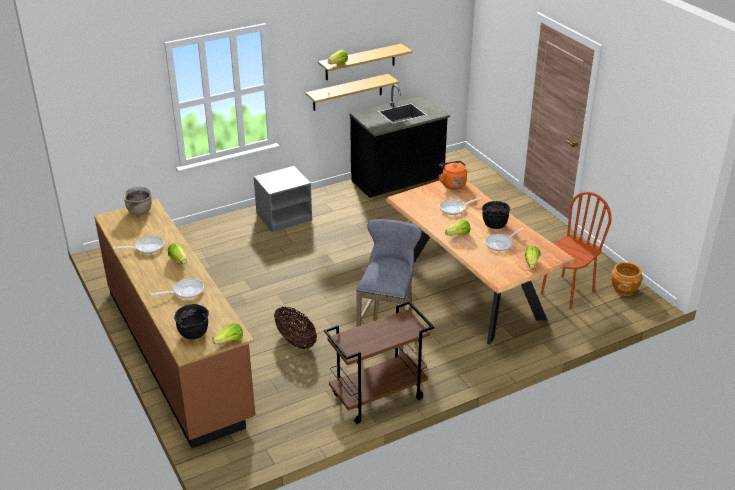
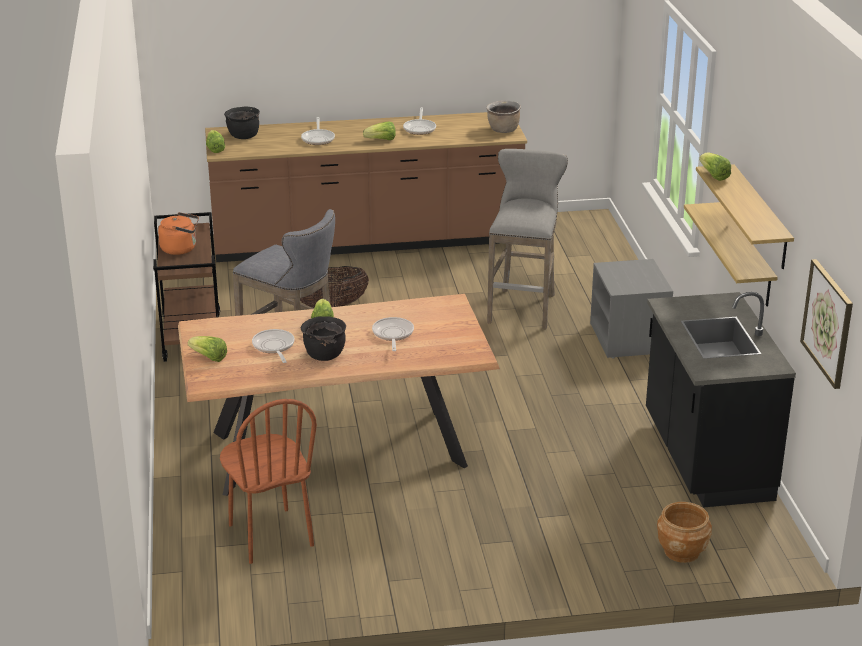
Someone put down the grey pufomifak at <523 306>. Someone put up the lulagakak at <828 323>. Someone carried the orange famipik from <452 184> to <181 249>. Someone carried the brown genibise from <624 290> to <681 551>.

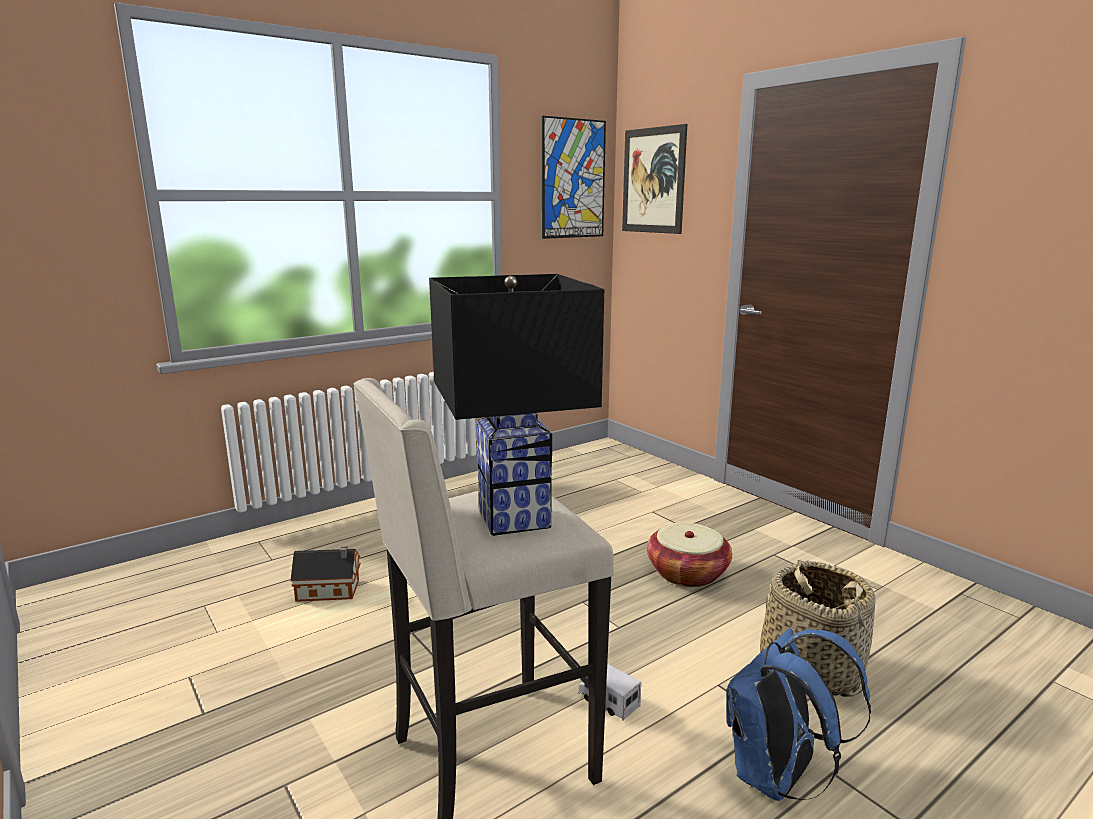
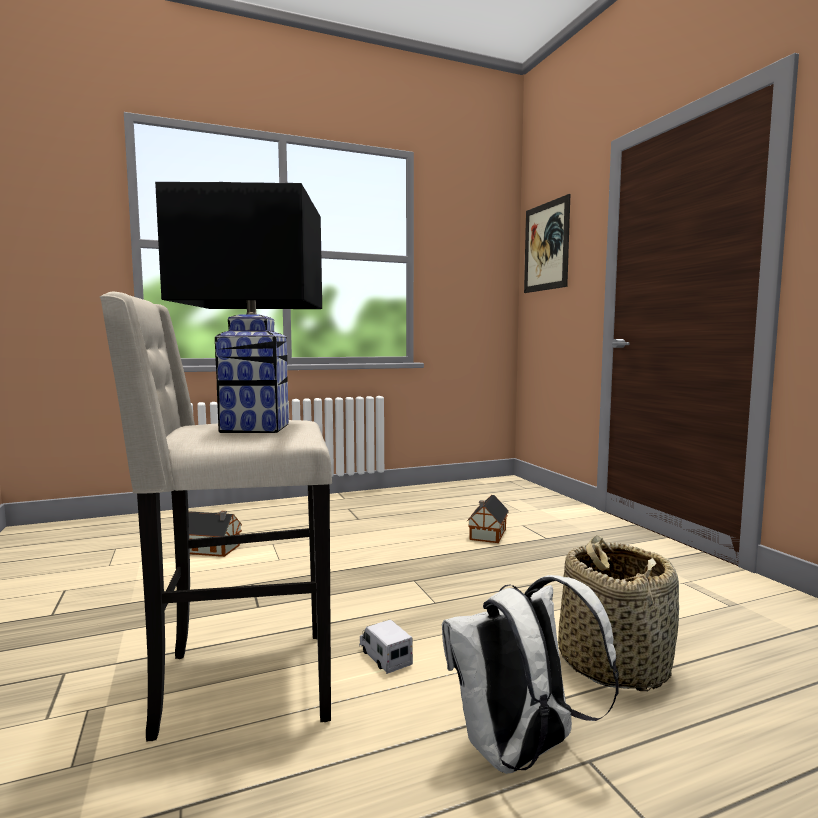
Someone took away the lulagakak at <573 179>. Someone took away the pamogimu at <687 573>. Someone put down the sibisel at <487 534>. Someone repainted the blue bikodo at <777 778>, which became the white bikodo at <520 753>.

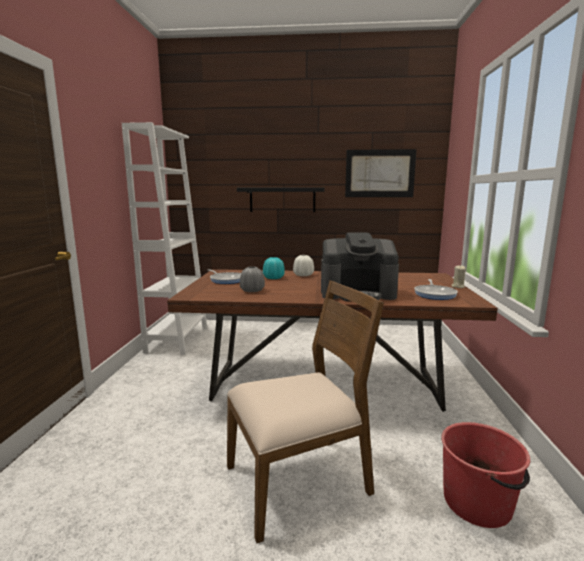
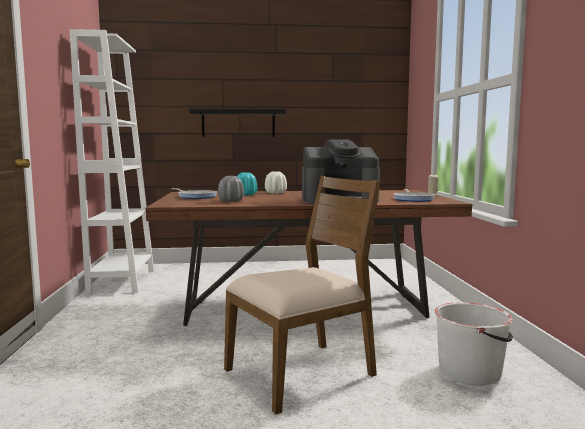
Someone took away the lulagakak at <379 173>. Someone repainted the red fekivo at <478 503>, which became the white fekivo at <470 372>.

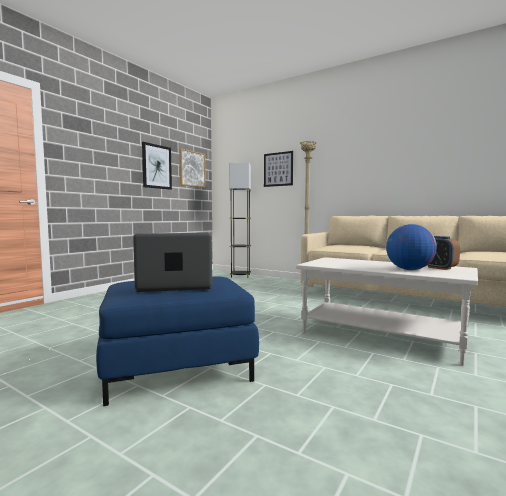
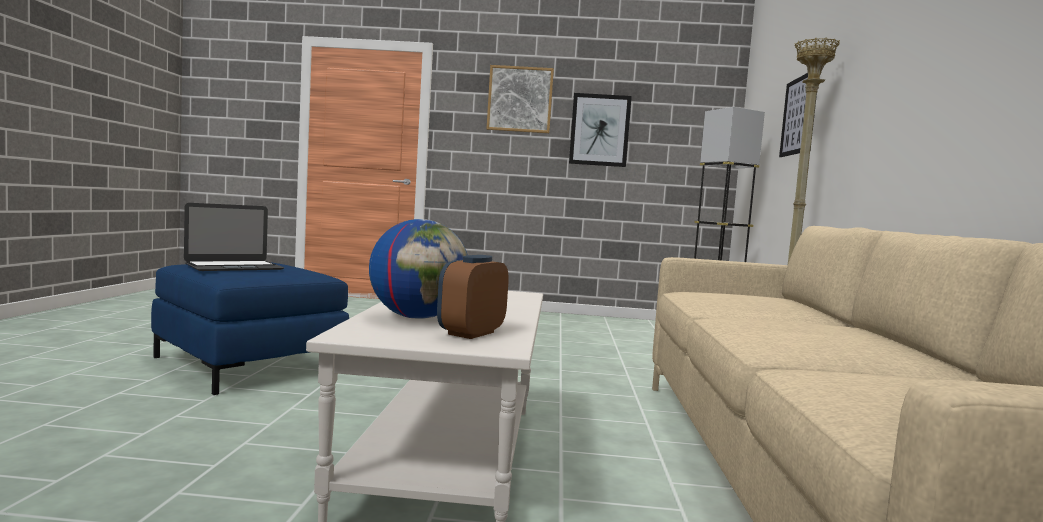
Someone carried the lulagakak from <192 169> to <520 99>. Someone rotated the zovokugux at <175 286> by 90 degrees clockwise.

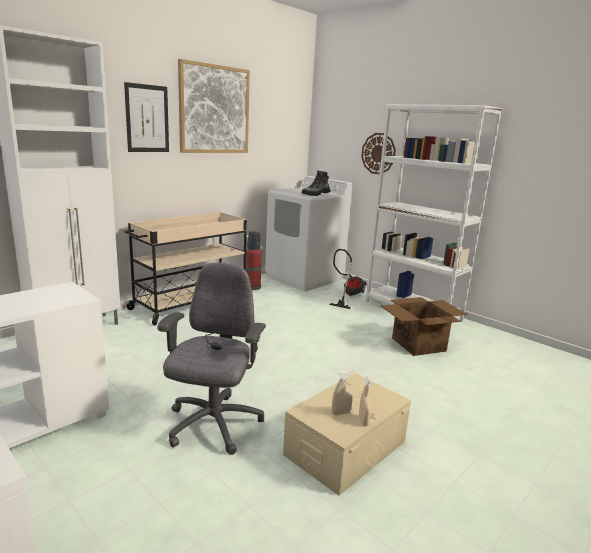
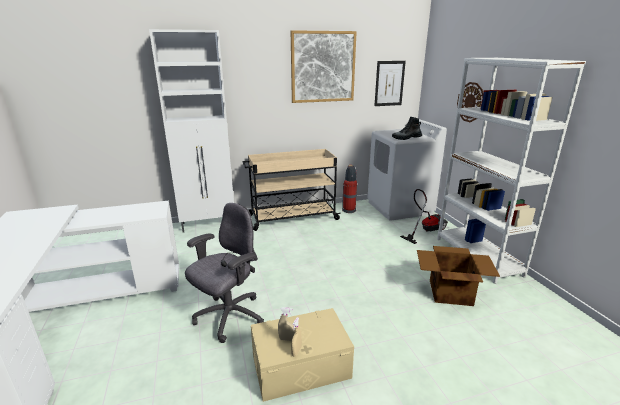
Someone carried the lulagakak from <147 118> to <389 83>.

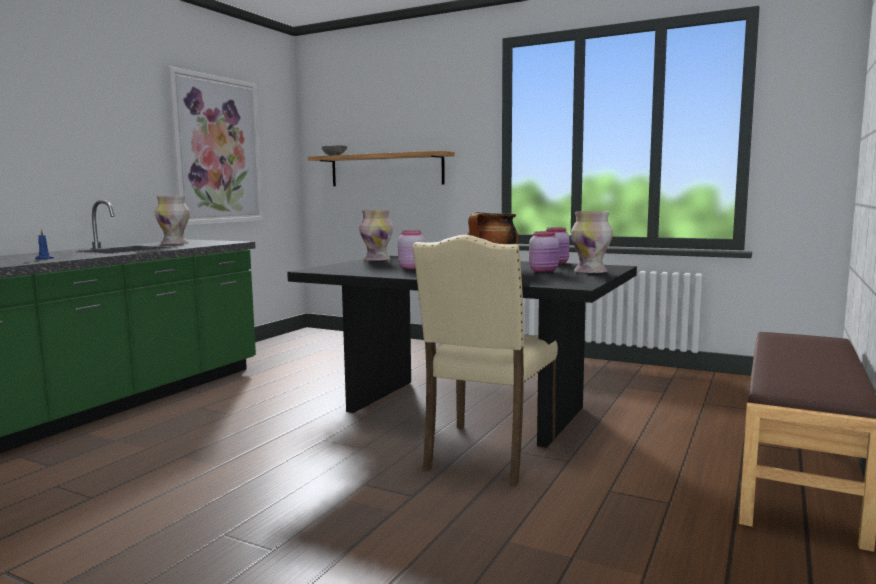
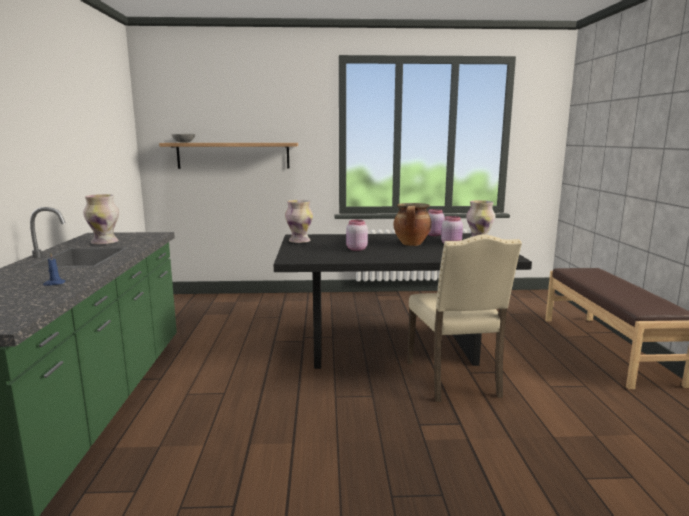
Someone took away the lulagakak at <217 150>.

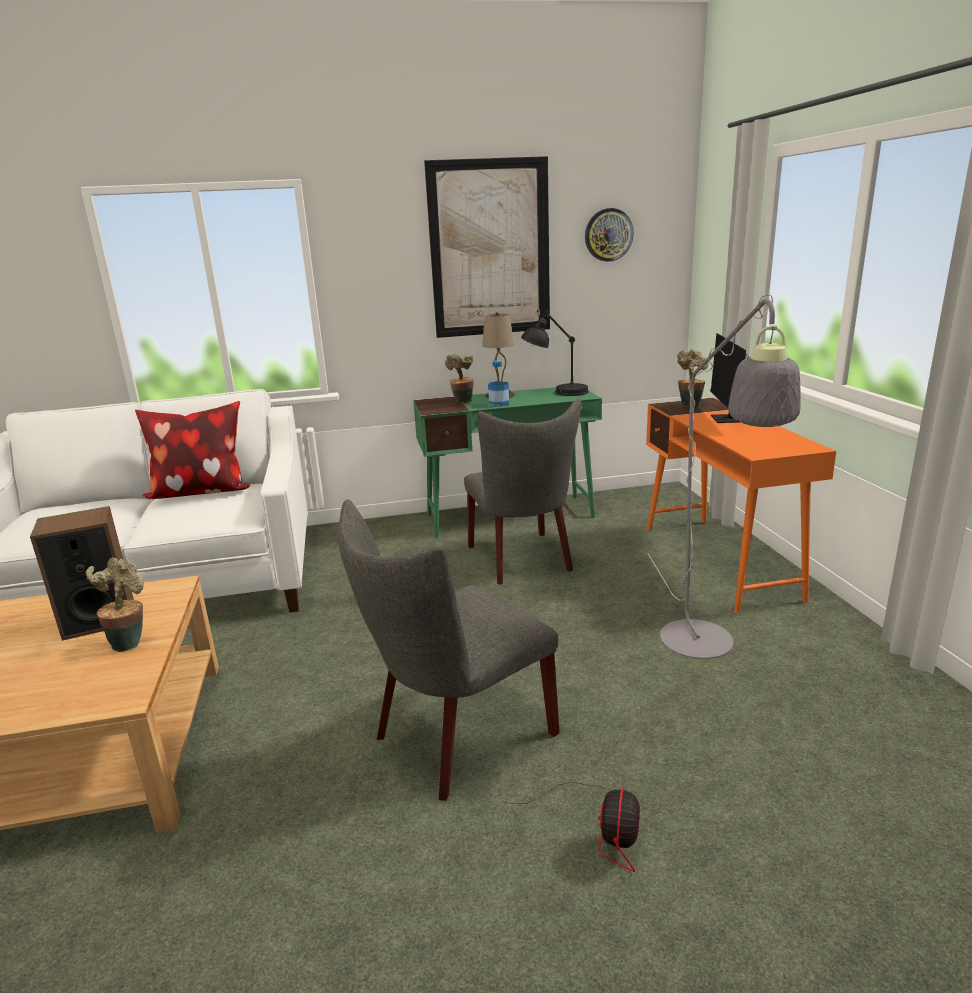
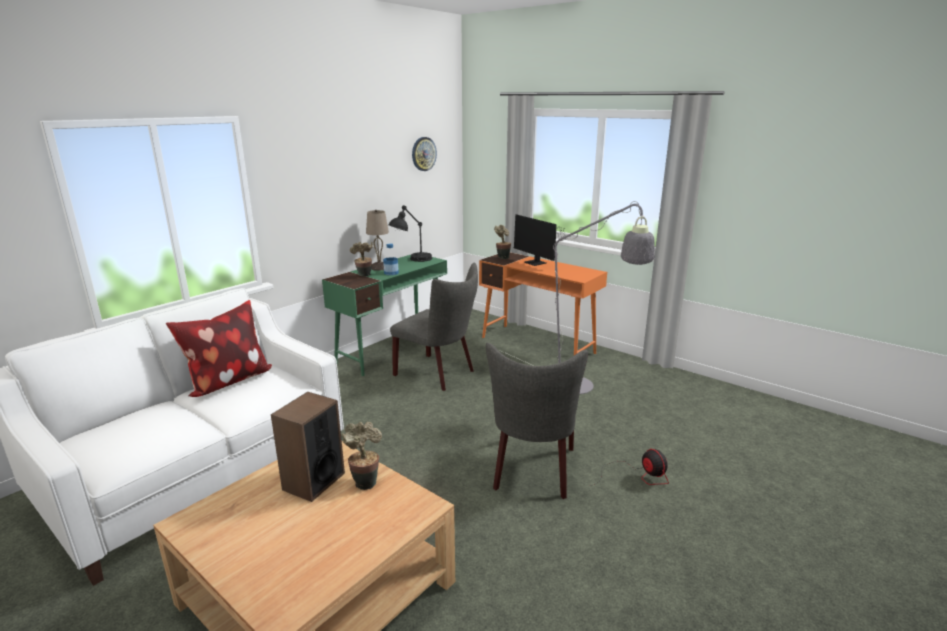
Someone took away the lulagakak at <490 249>.

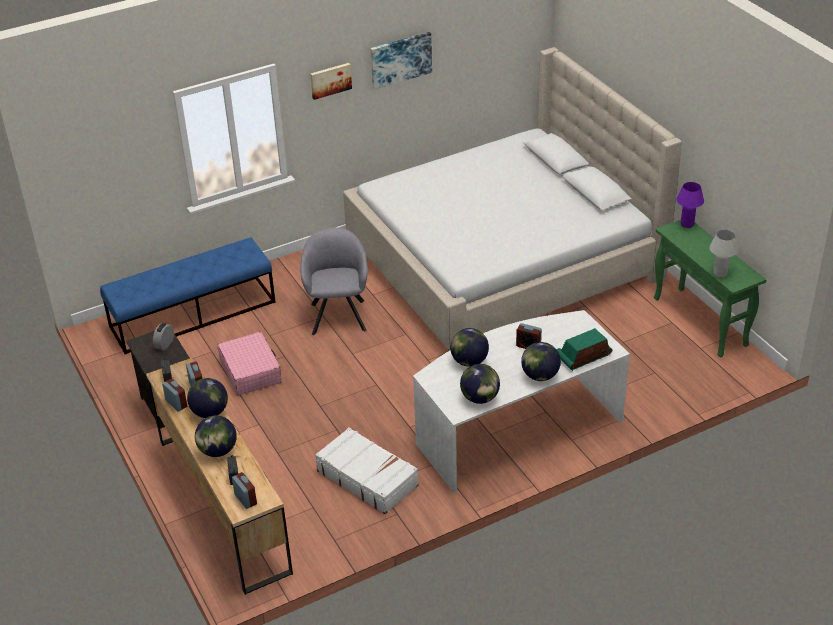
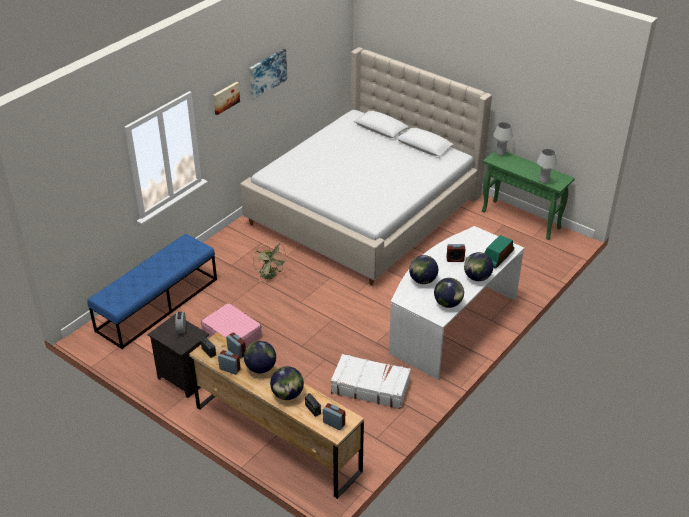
Someone swapped the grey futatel at <338 314> for the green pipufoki at <271 276>. Someone repainted the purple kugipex at <687 224>, which became the white kugipex at <500 153>.

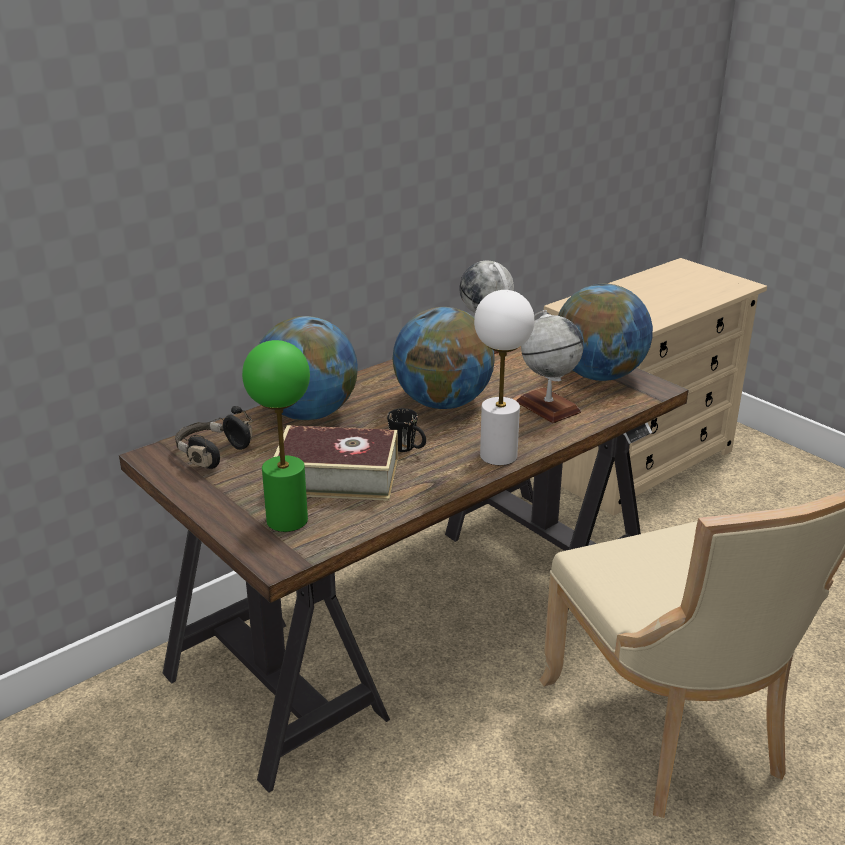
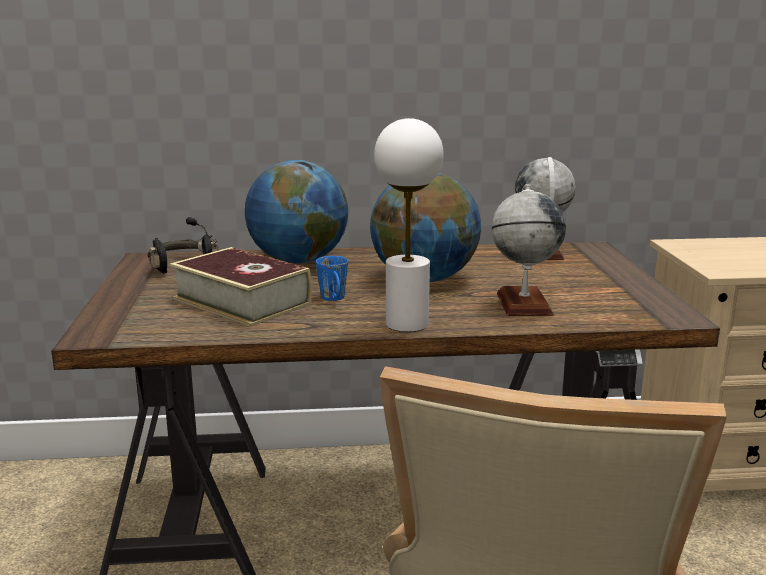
Someone took away the green kugipex at <286 520>. Someone took away the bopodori at <599 375>. Someone repainted the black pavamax at <408 449>, which became the blue pavamax at <334 299>.

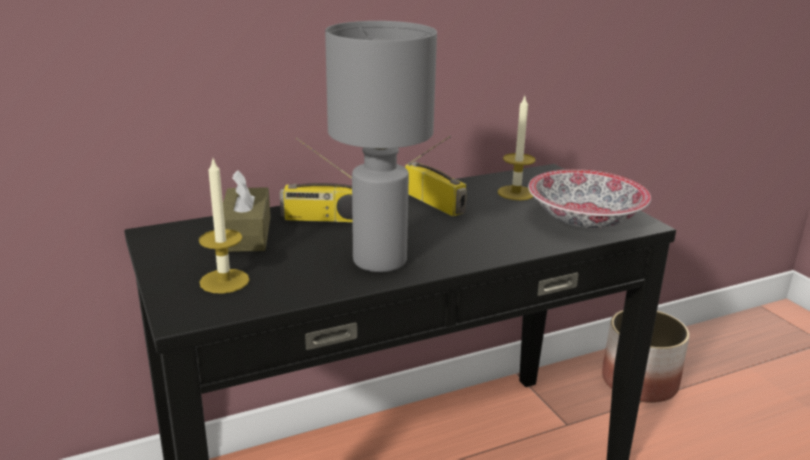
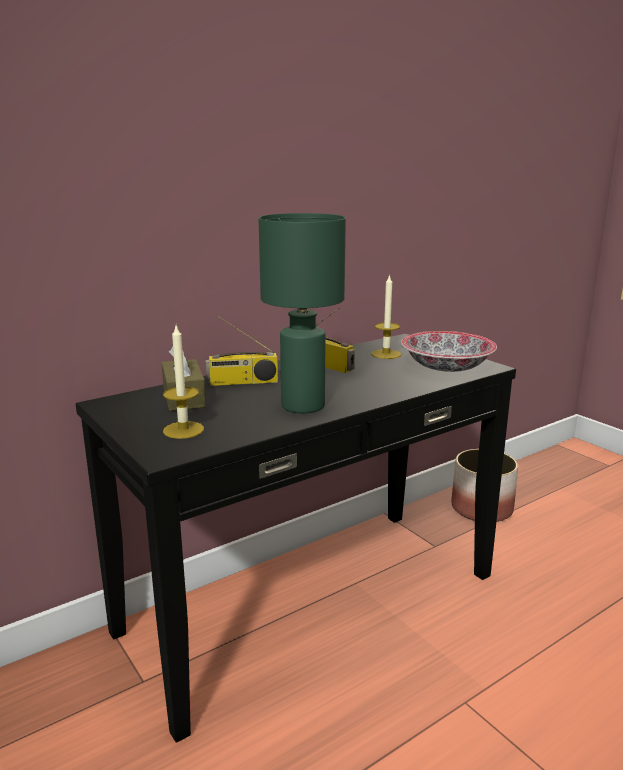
Someone repainted the grey kugipex at <379 261>, which became the green kugipex at <302 406>.

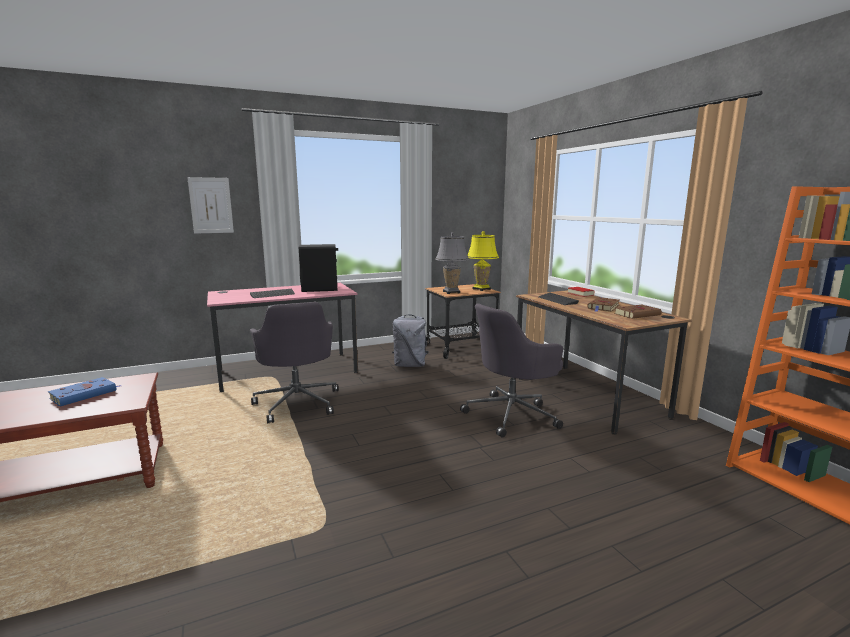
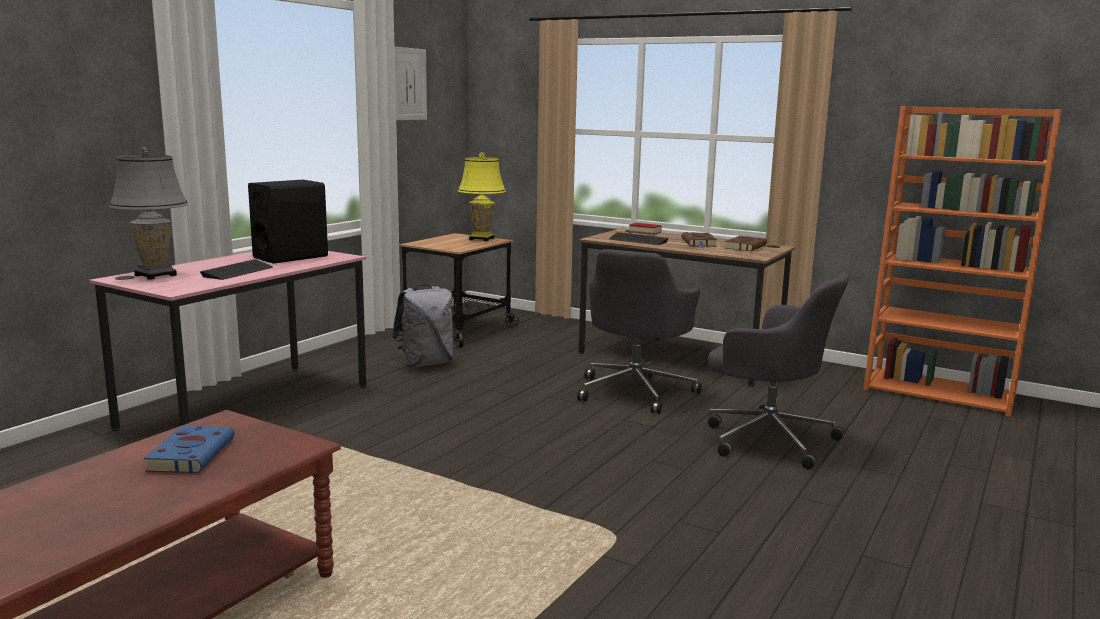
Someone carried the lulagakak from <211 205> to <410 84>. Someone carried the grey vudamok from <298 403> to <767 438>. Someone carried the grey kugipex from <451 292> to <155 275>.

